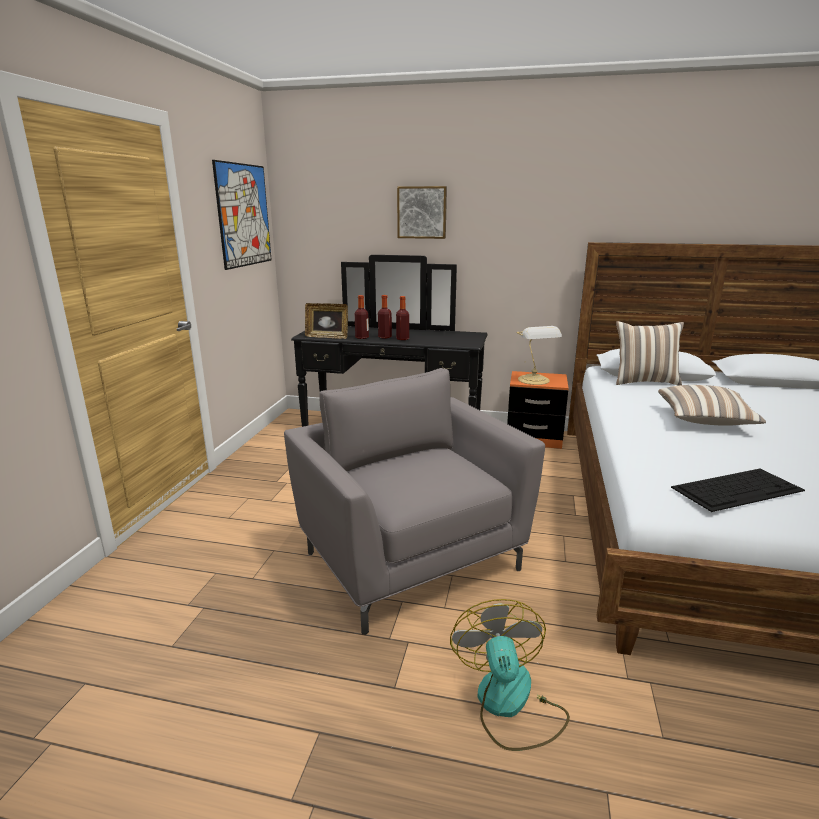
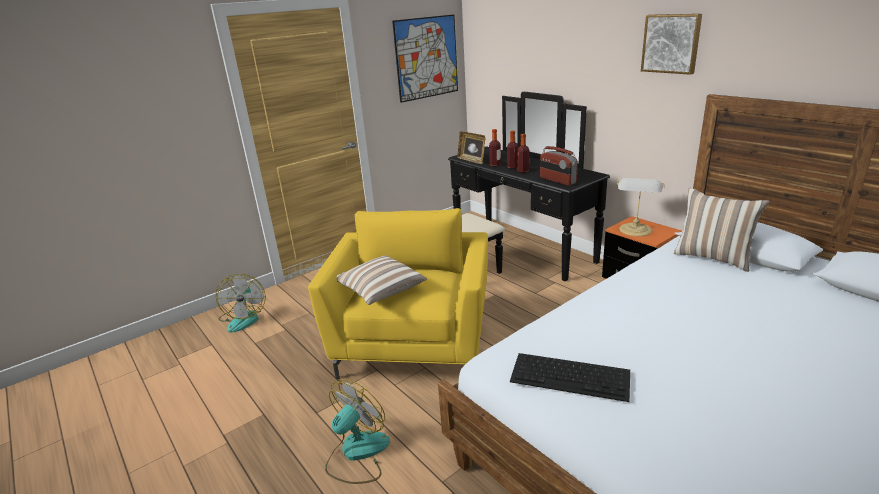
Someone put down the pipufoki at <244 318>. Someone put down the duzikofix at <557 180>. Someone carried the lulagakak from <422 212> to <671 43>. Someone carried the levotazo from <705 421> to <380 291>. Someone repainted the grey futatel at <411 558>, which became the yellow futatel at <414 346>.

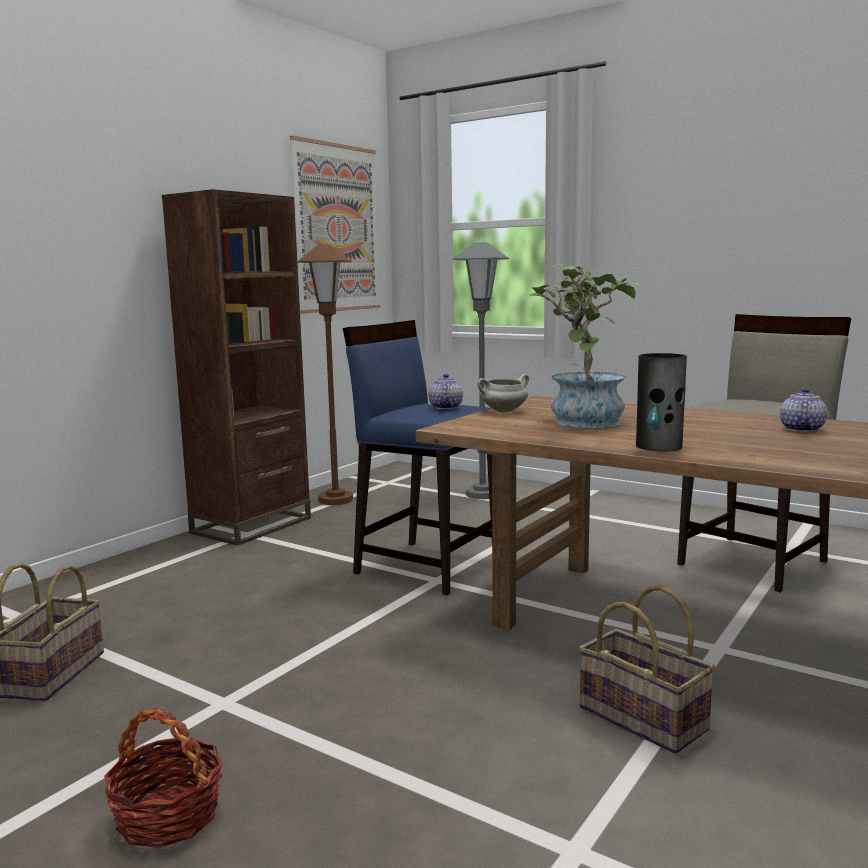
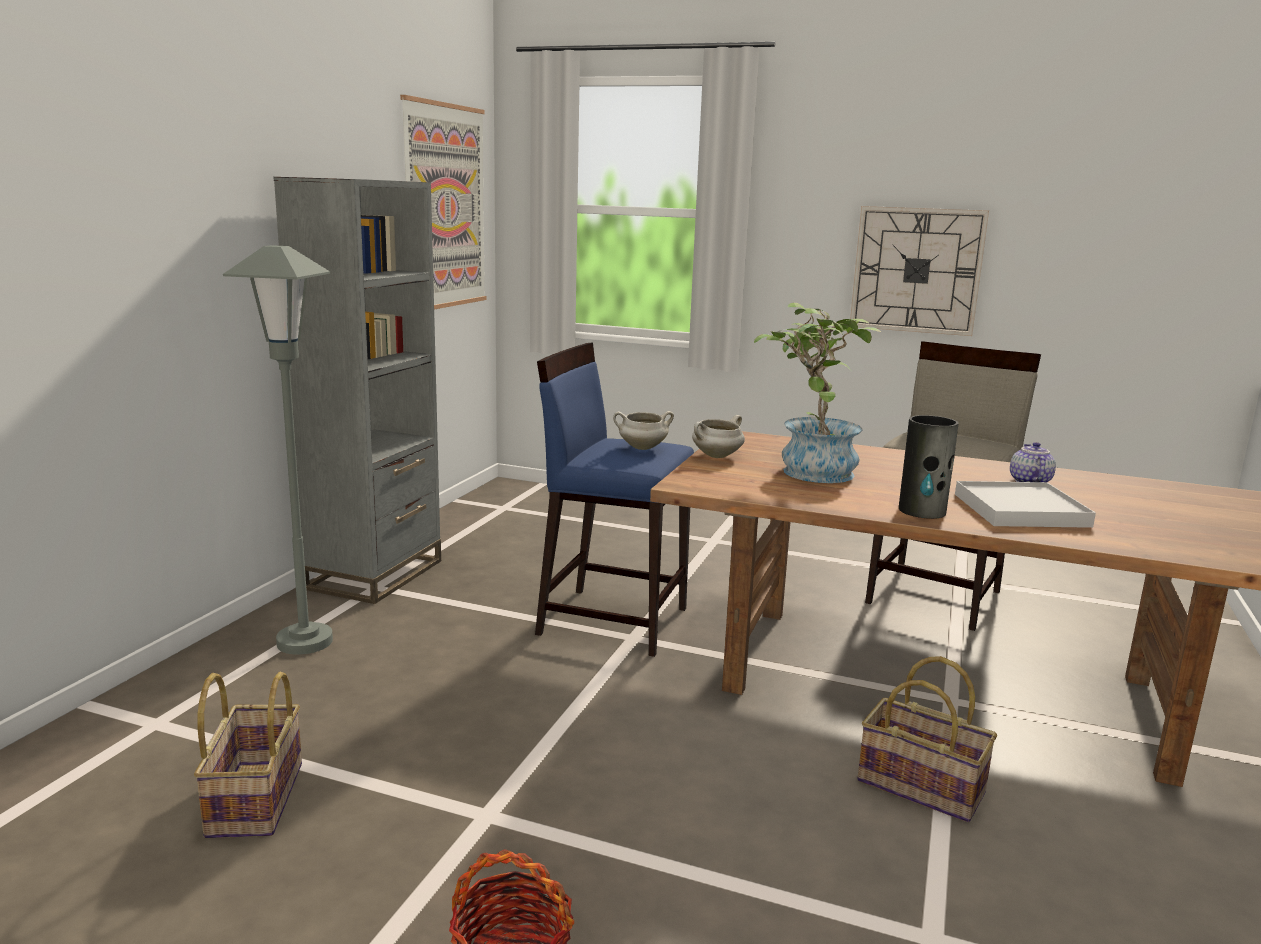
Someone took away the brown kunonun at <335 500>. Someone put up the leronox at <916 270>. Someone put down the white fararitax at <1021 510>. Someone carried the grey kunonun from <482 494> to <305 641>. Someone swapped the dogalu at <445 407> for the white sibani at <642 448>. Someone repainted the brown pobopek at <252 525>, which became the grey pobopek at <375 574>.

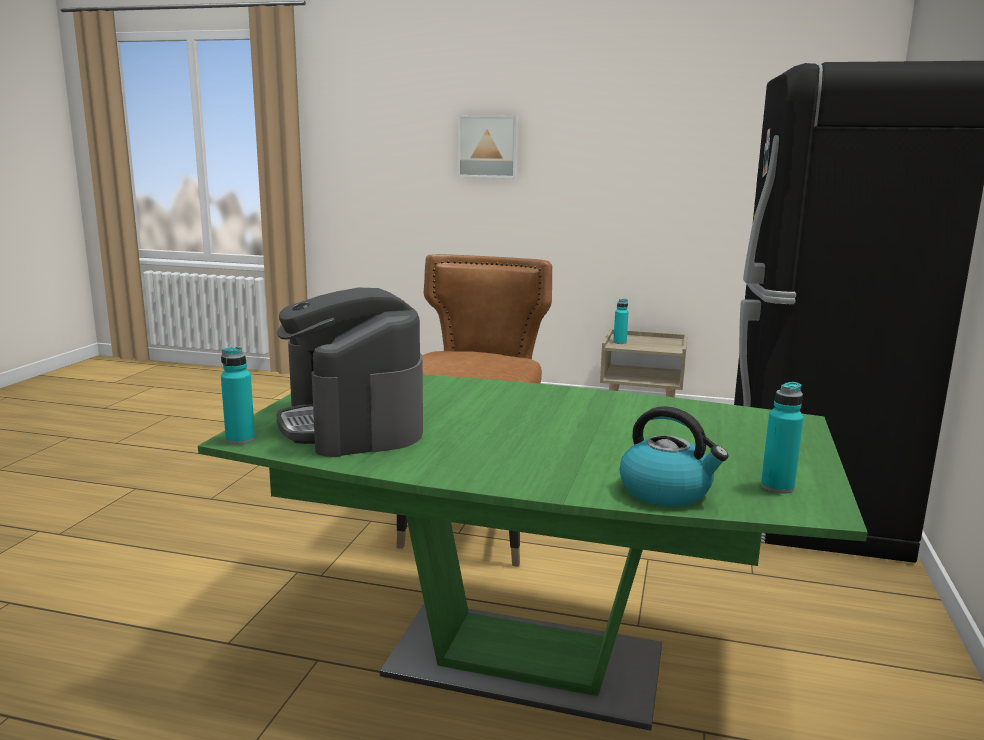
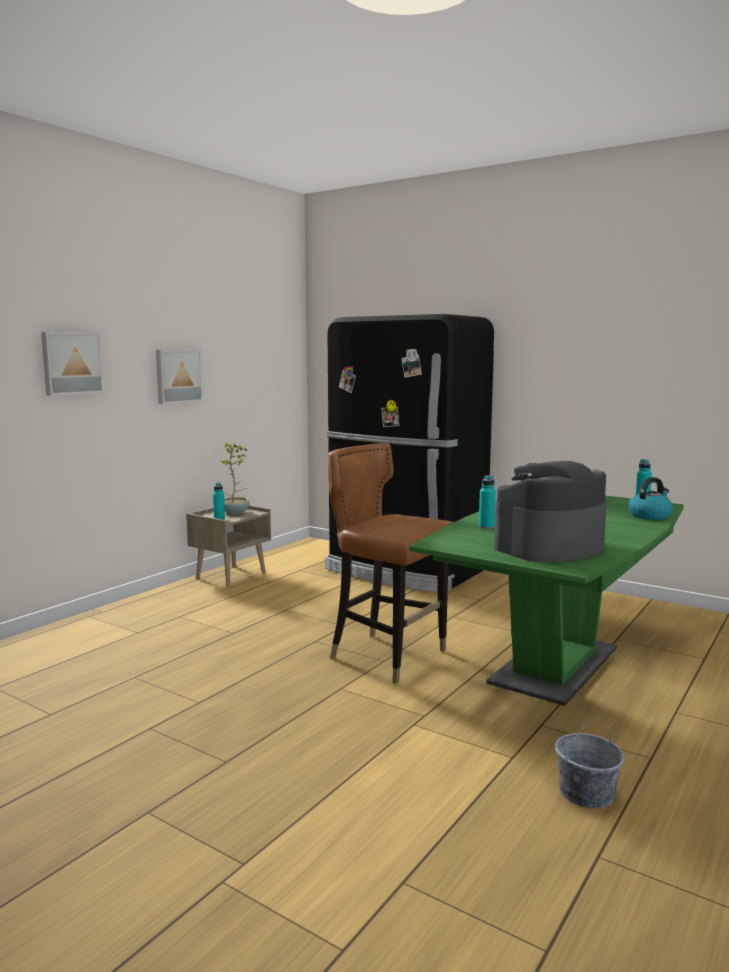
Someone put up the lulagakak at <178 376>. Someone put down the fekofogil at <236 512>. Someone put down the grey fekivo at <587 793>. Someone carried the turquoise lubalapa from <240 439> to <486 527>. Someone rotated the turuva at <353 424> by 150 degrees clockwise.

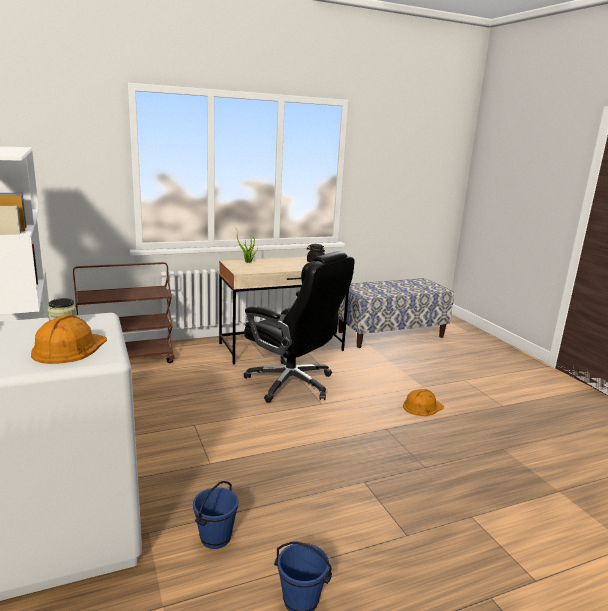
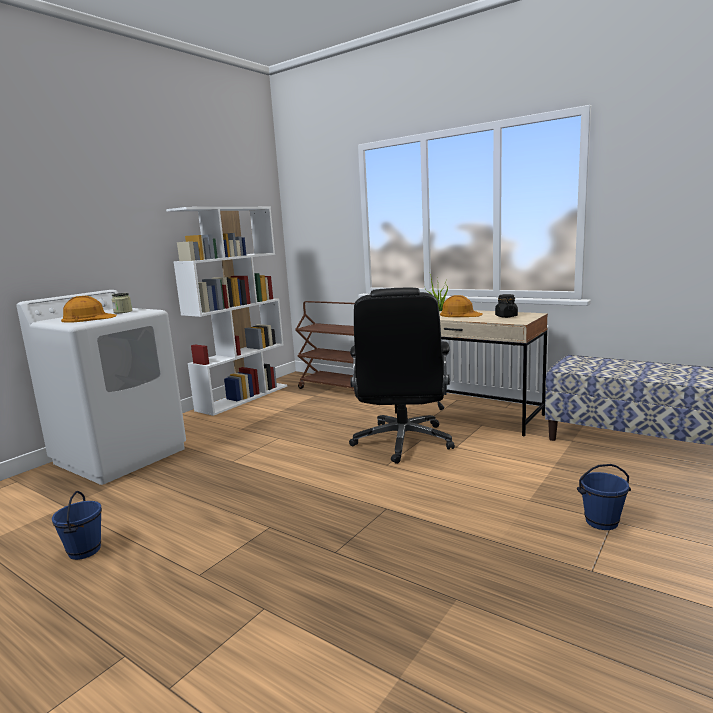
Someone carried the blue fekivo from <215 538> to <601 522>. Someone carried the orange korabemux from <422 406> to <460 314>.

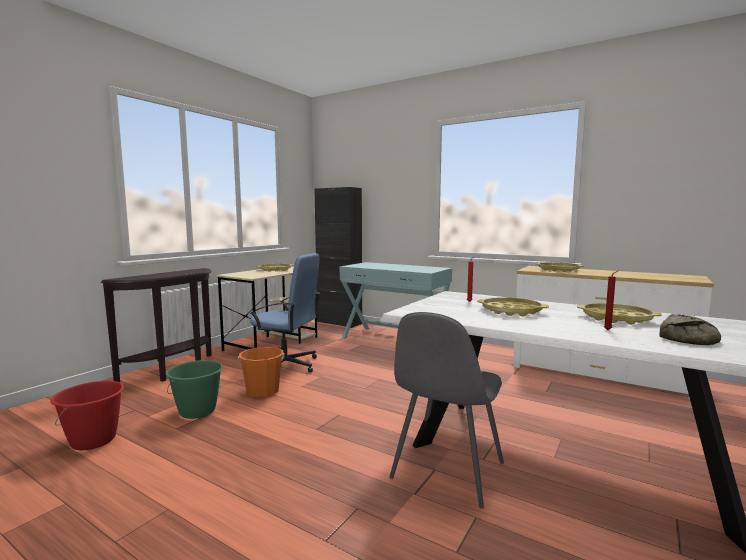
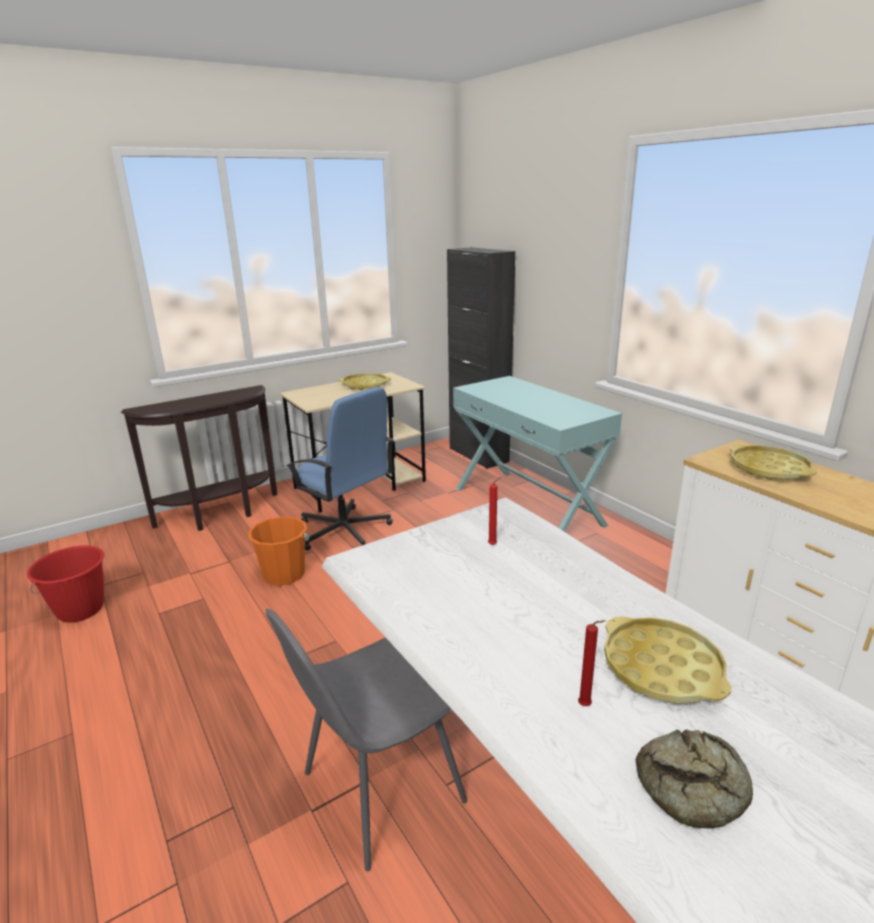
Someone took away the green fekivo at <197 411>. Someone took away the yellow fararitax at <511 311>.

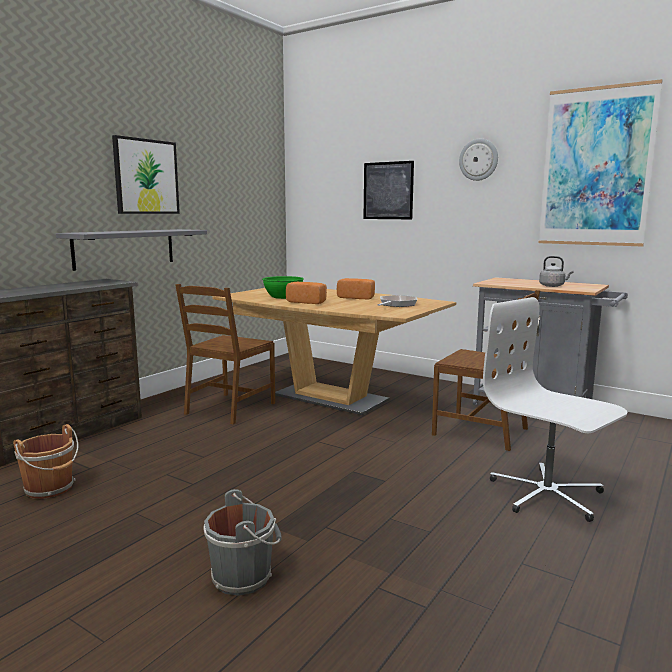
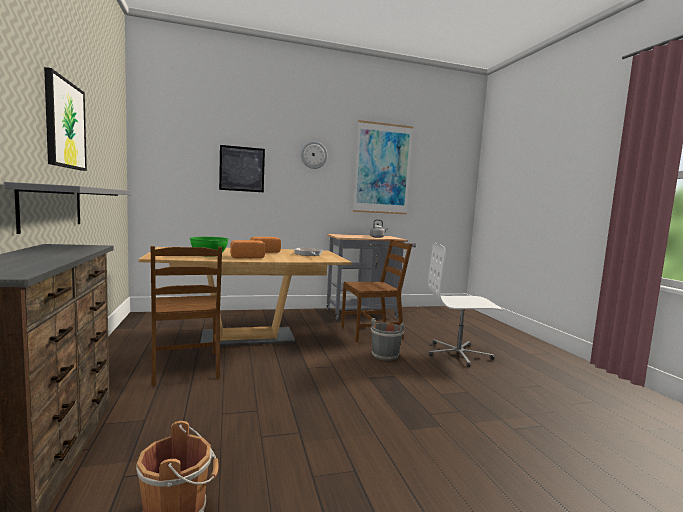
Someone carried the grey fekivo from <244 576> to <385 355>.

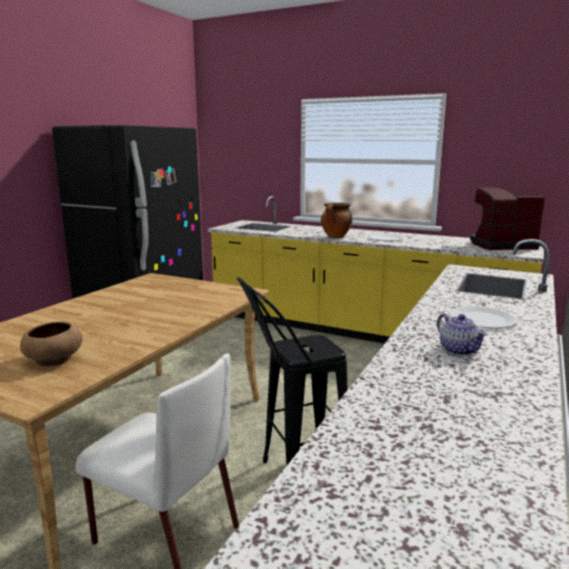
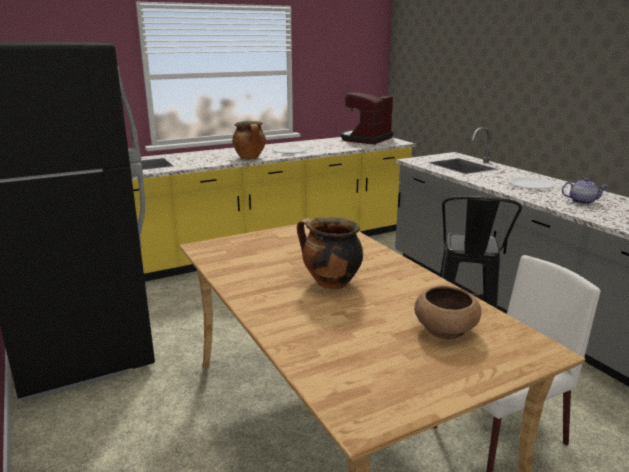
Someone put down the sibani at <330 283>.

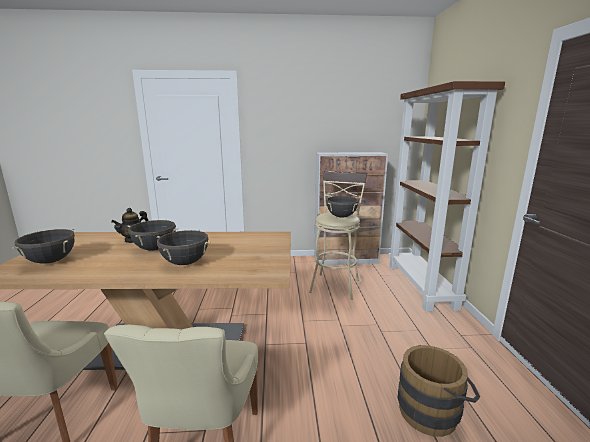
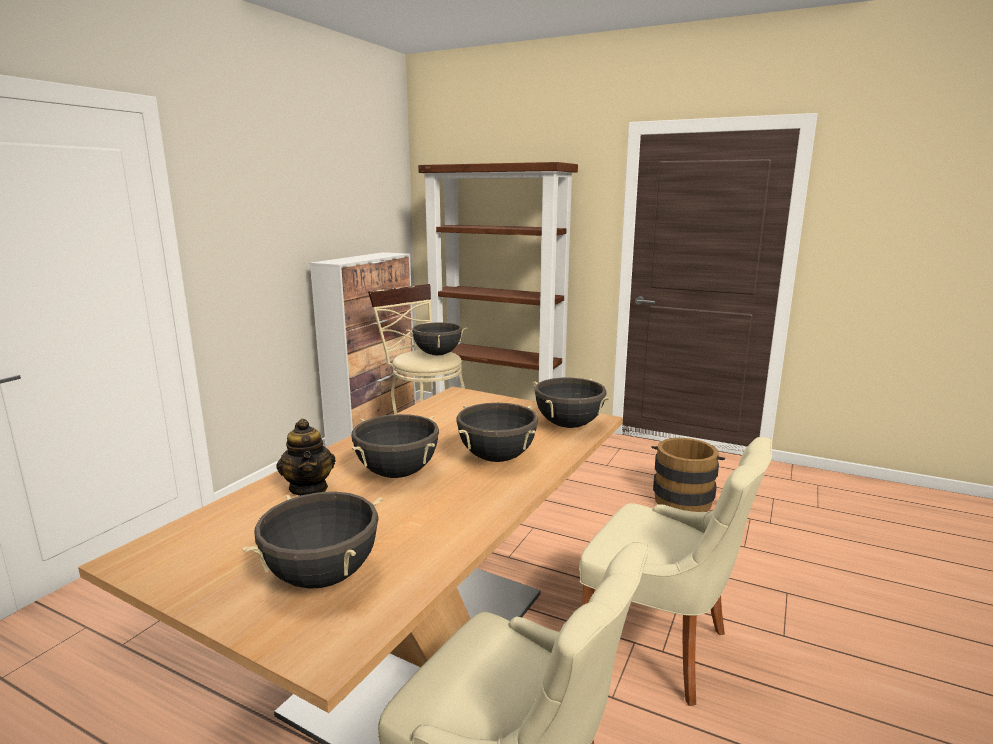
Someone put down the black sibani at <568 425>.

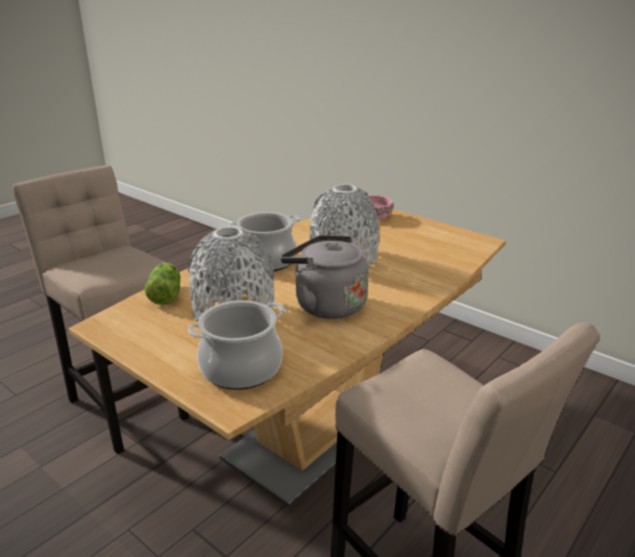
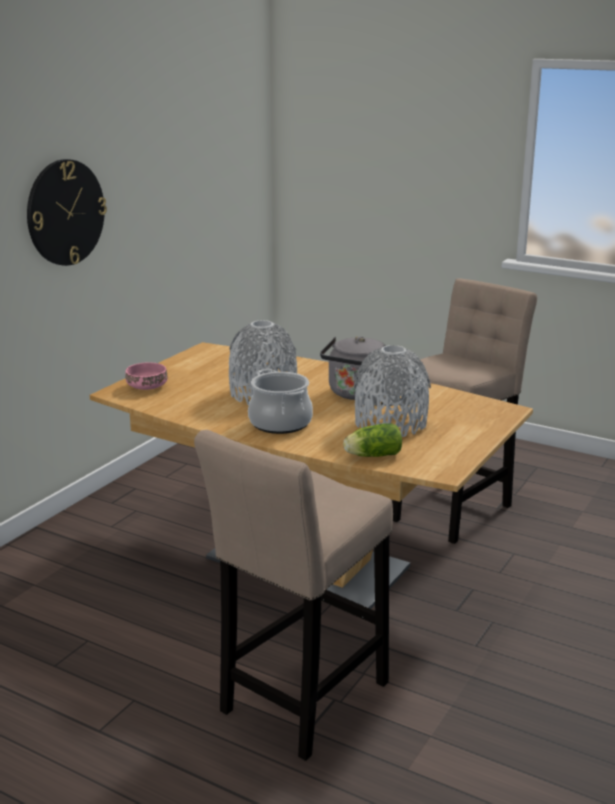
Someone took away the sibani at <241 368>. Someone put up the leronox at <65 212>.

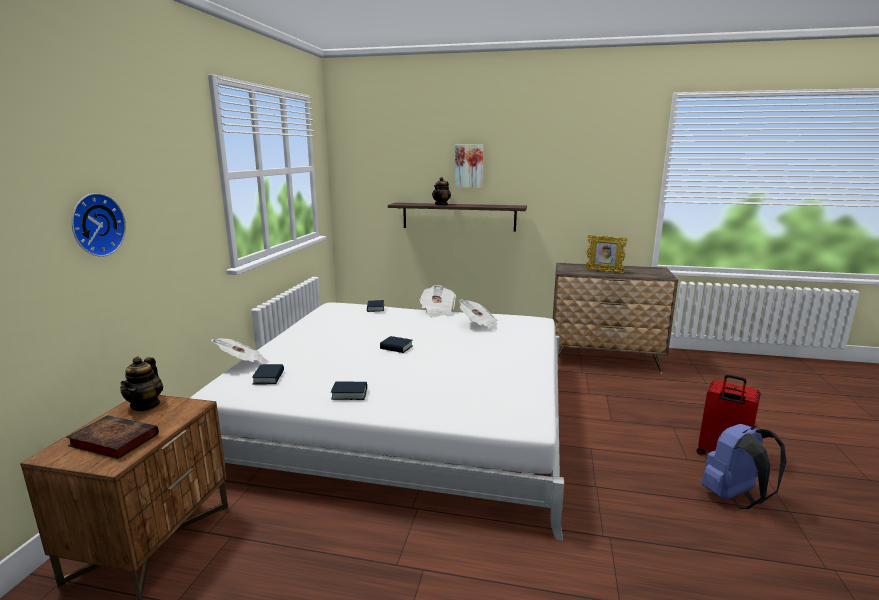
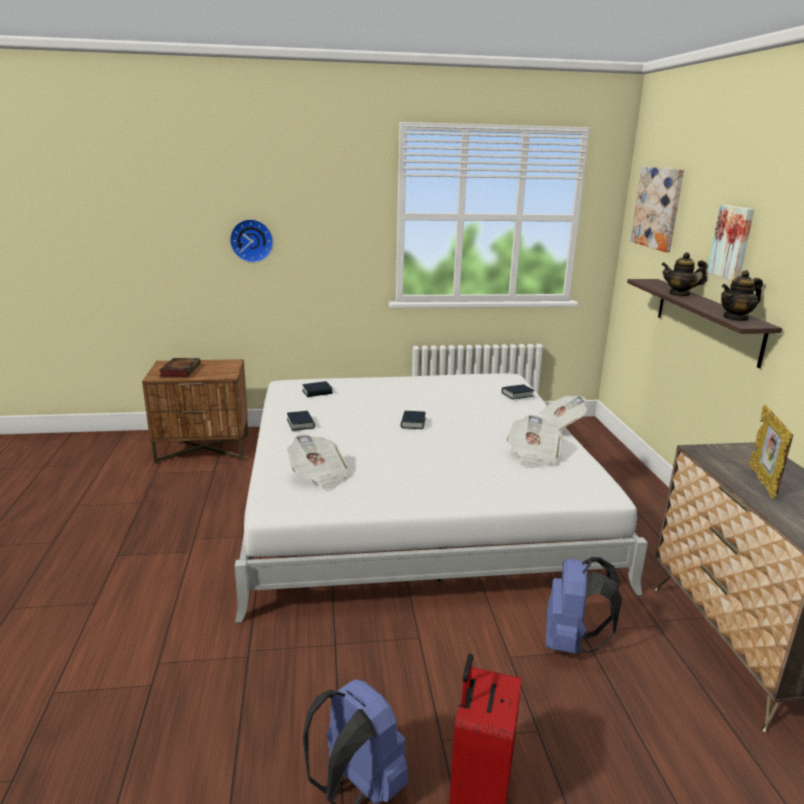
Someone put down the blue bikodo at <571 642>. Someone put up the lulagakak at <658 208>. Someone carried the dogalu from <146 405> to <736 318>. Someone carried the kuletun from <243 363> to <319 476>.

